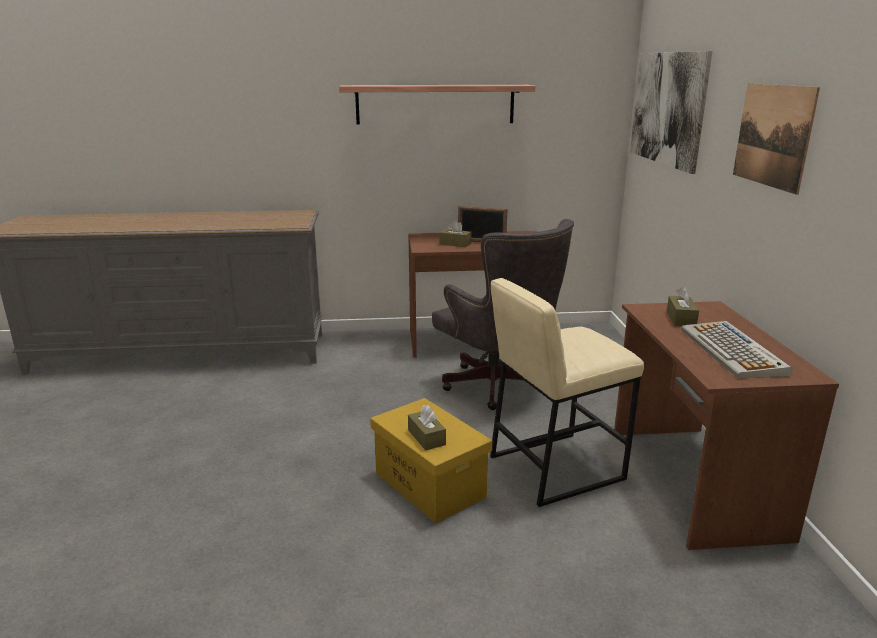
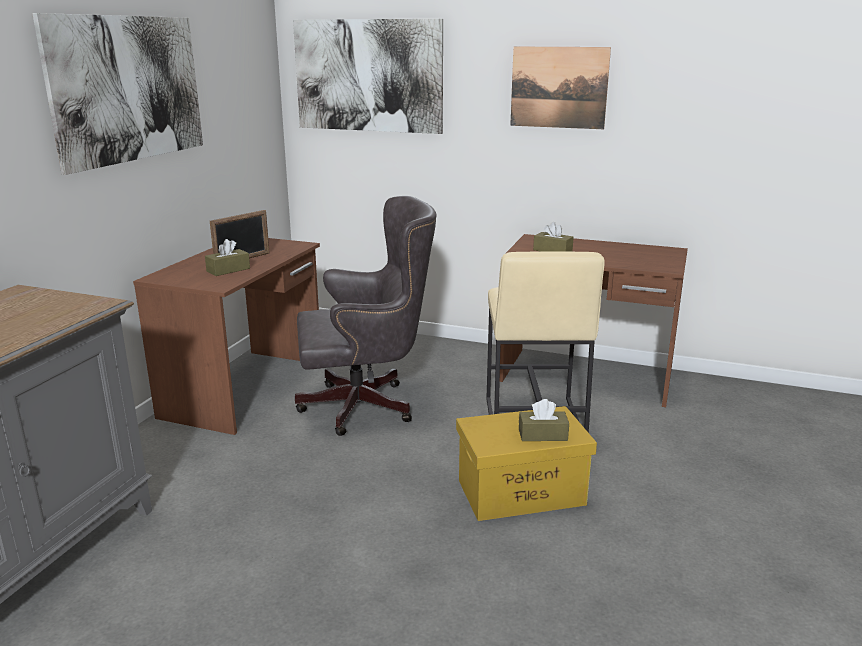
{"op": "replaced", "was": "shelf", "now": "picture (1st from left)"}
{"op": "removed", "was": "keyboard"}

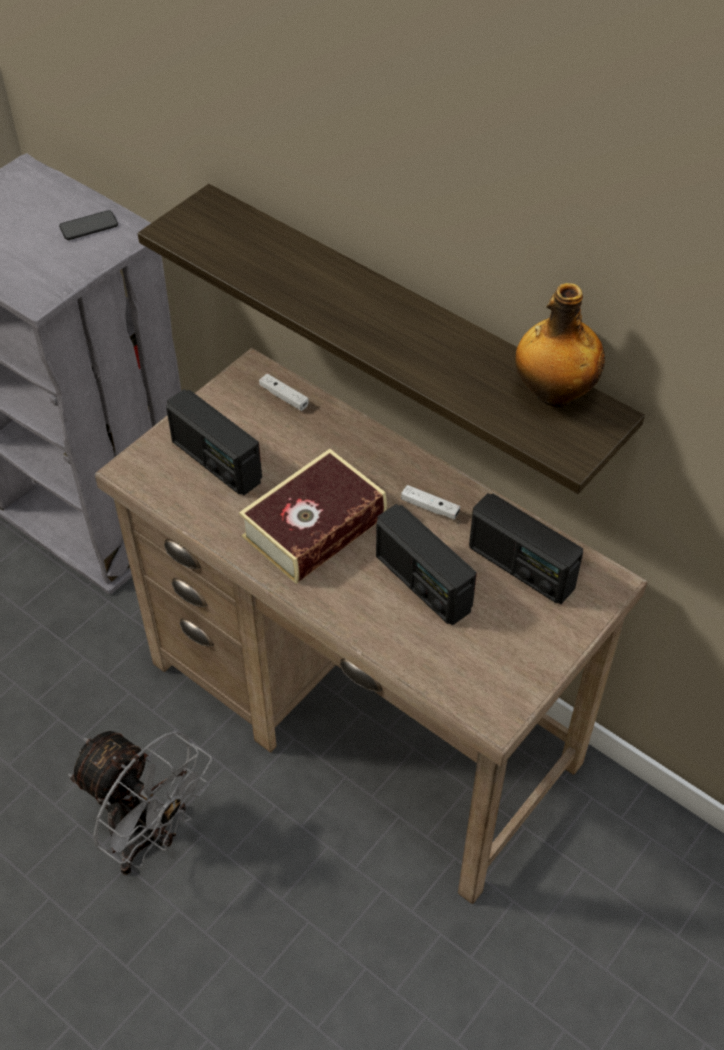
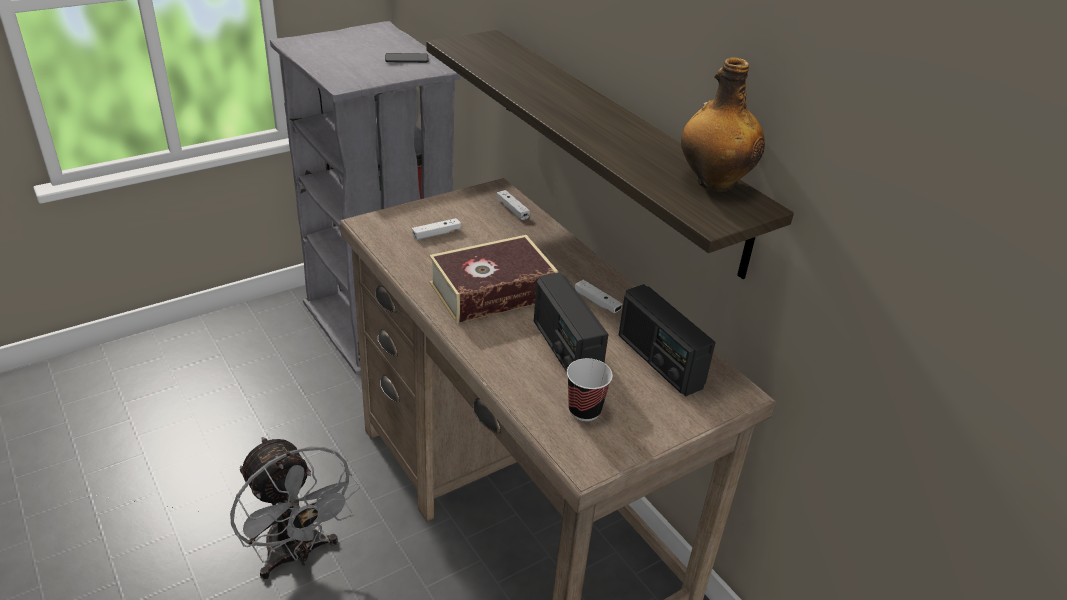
{"op": "replaced", "was": "radio (1st from left)", "now": "game controller (white) (1st from left)"}
{"op": "added", "now": "cup"}

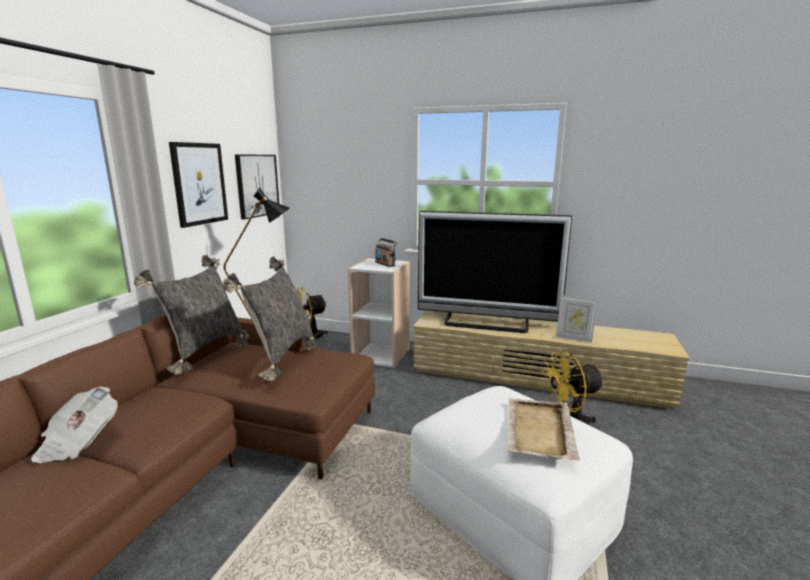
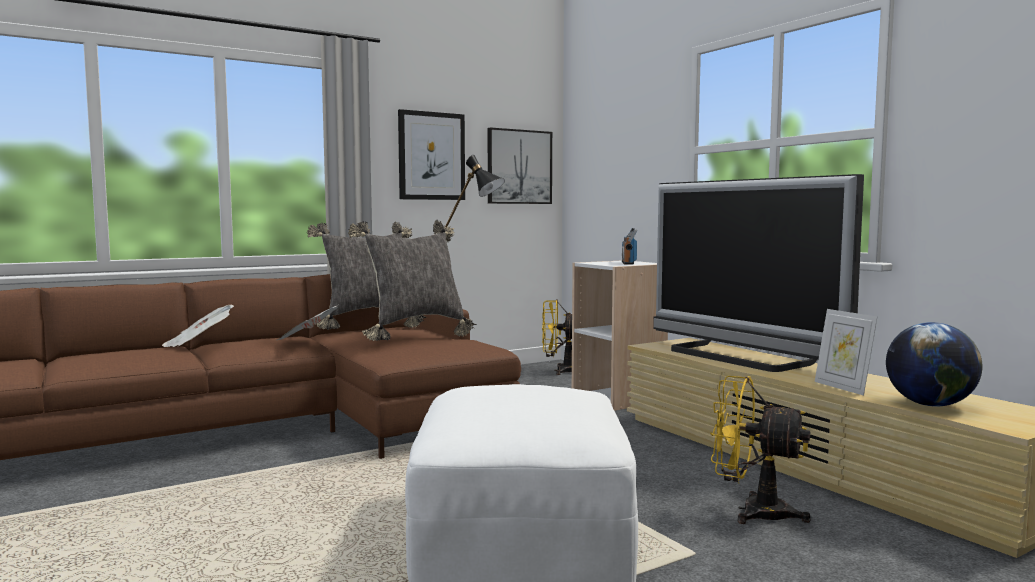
{"op": "added", "now": "newspaper (2nd from left)"}
{"op": "added", "now": "globe"}
{"op": "removed", "was": "tray (beige)"}

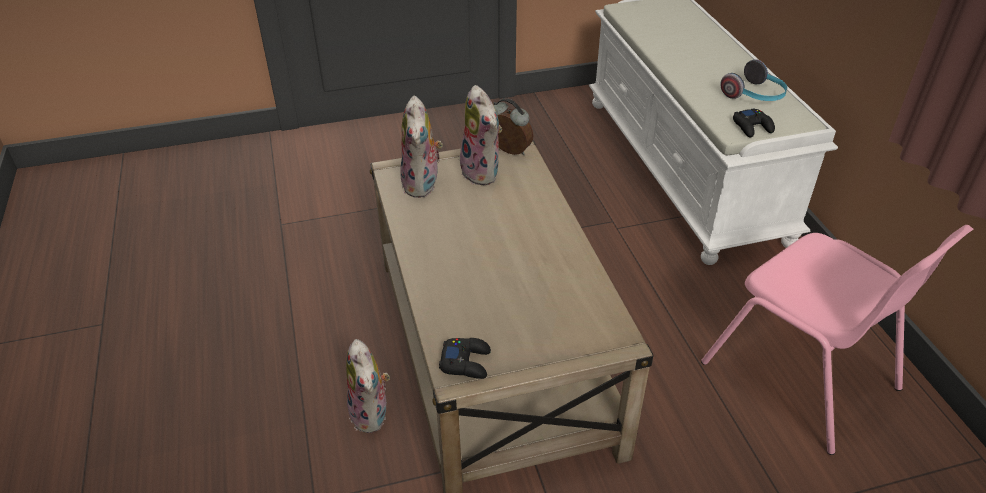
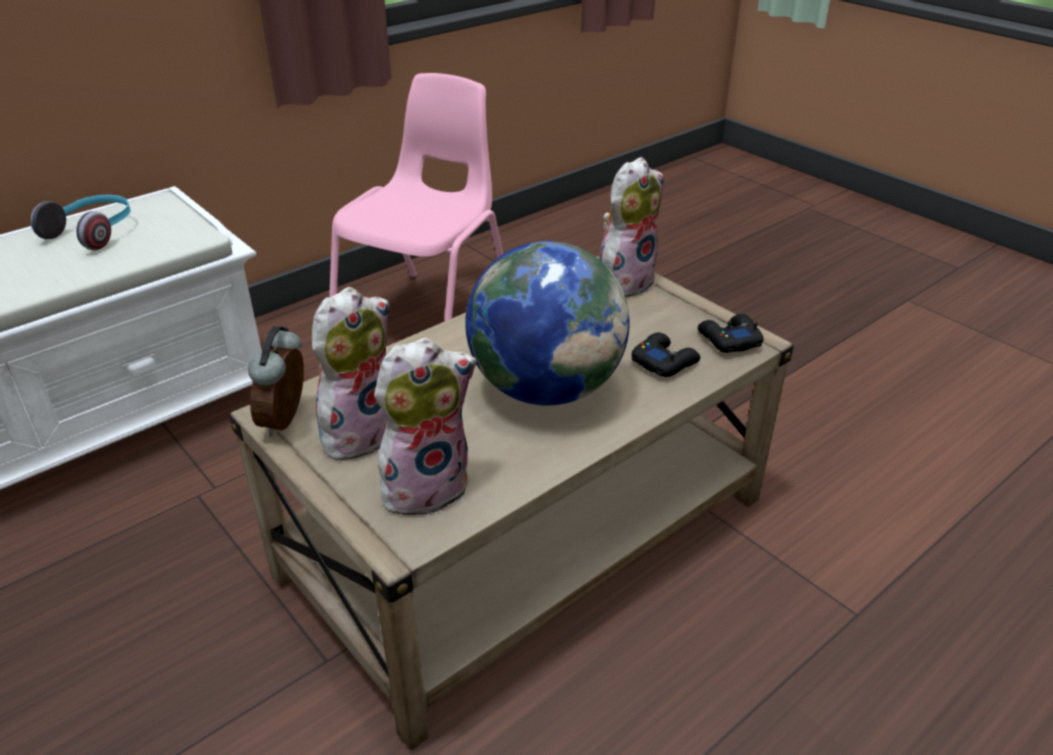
{"op": "added", "now": "globe"}
{"op": "moved", "was": "plush toy (1st from left in the first image)", "now": "plush toy (3rd from left)"}
{"op": "moved", "was": "game controller (black) (2nd from left in the first image)", "now": "game controller (black) (1st from left)"}

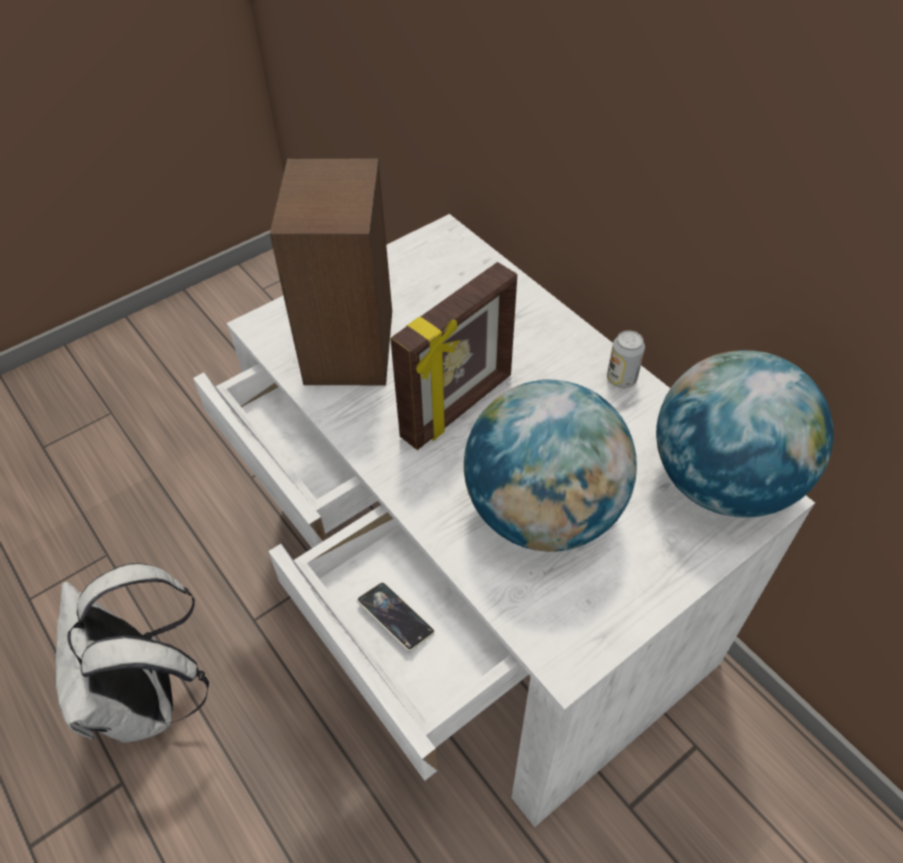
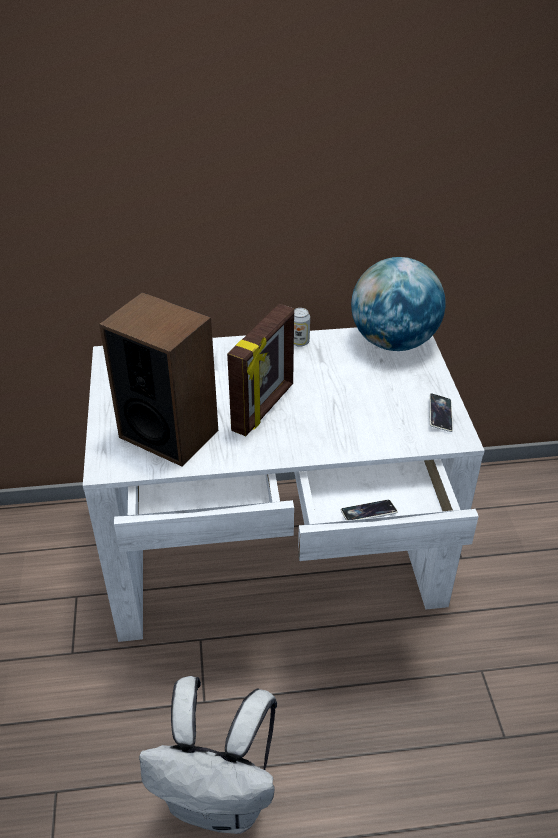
{"op": "turned", "was": "picture frame", "clockwise": 45}
{"op": "added", "now": "phone (2nd from left)"}
{"op": "removed", "was": "globe (1st from left)"}

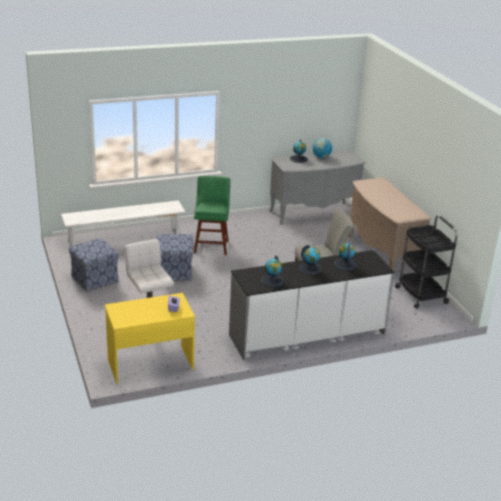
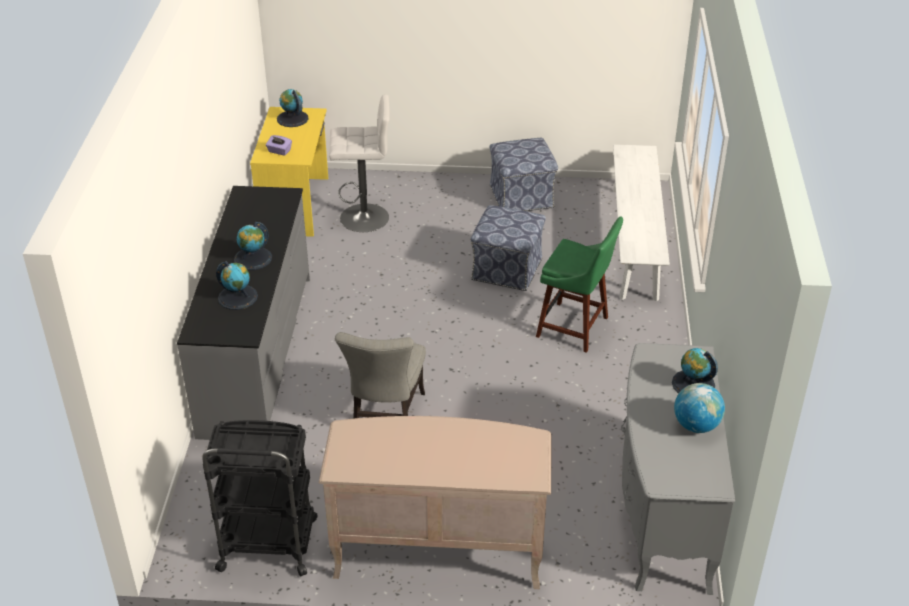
{"op": "moved", "was": "globe (1st from left in the first image)", "now": "globe (3rd from left)"}

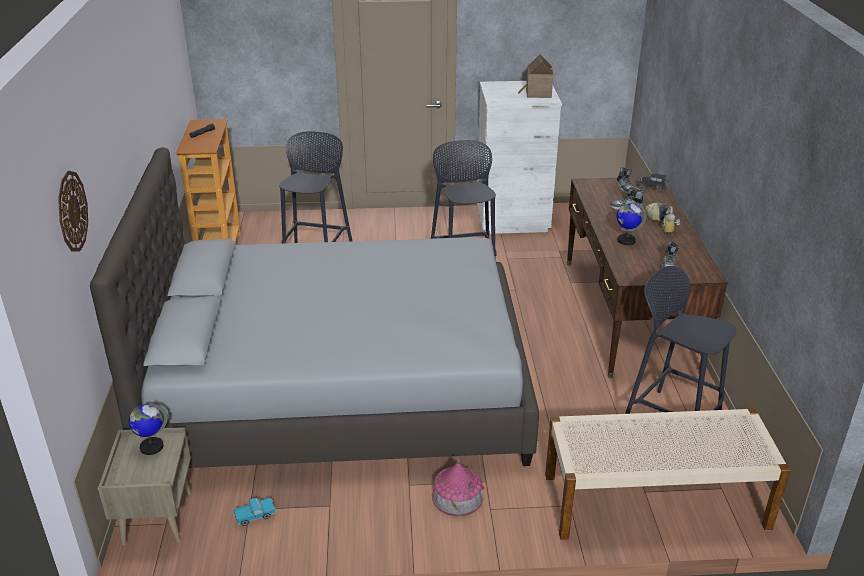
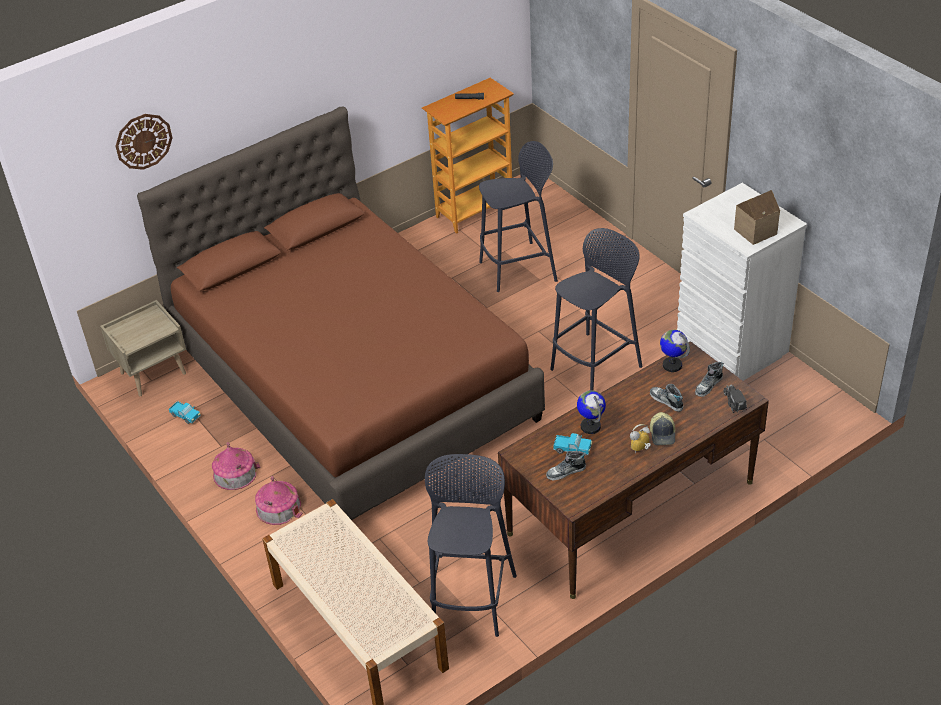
{"op": "recoloured", "was": "bed (grey)", "now": "bed (brown)"}
{"op": "added", "now": "toy house (1st from left)"}
{"op": "added", "now": "toy truck (2nd from left)"}
{"op": "moved", "was": "globe (1st from left in the first image)", "now": "globe (2nd from left)"}

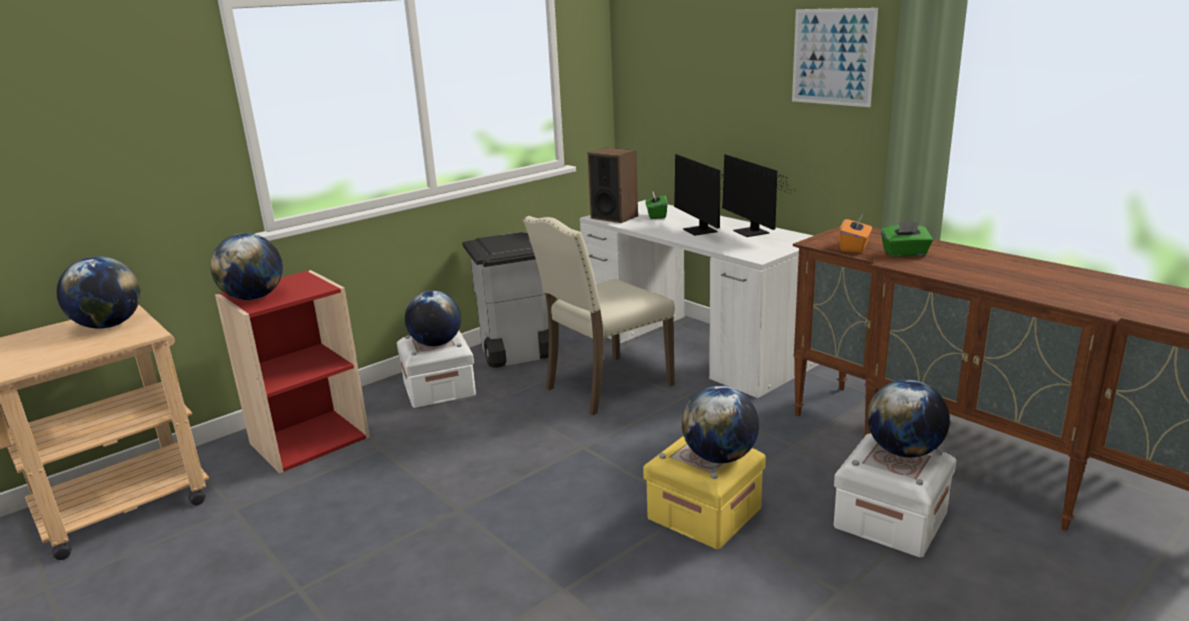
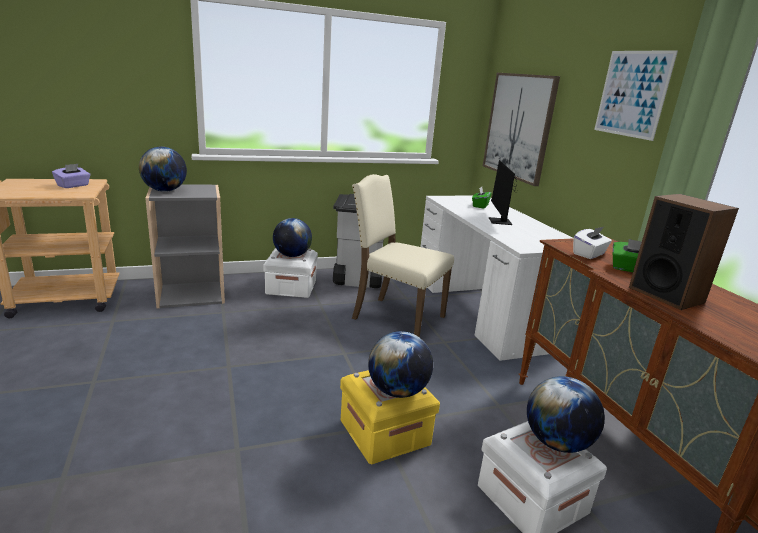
{"op": "replaced", "was": "globe (1st from left)", "now": "tissue box (purple)"}
{"op": "recoloured", "was": "bookcase (red)", "now": "bookcase (grey)"}
{"op": "turned", "was": "chair (beige)", "clockwise": 45}
{"op": "added", "now": "picture (1st from left)"}
{"op": "recoloured", "was": "tissue box (orange)", "now": "tissue box (white)"}
{"op": "moved", "was": "speaker"}
{"op": "removed", "was": "monitor (2nd from left)"}

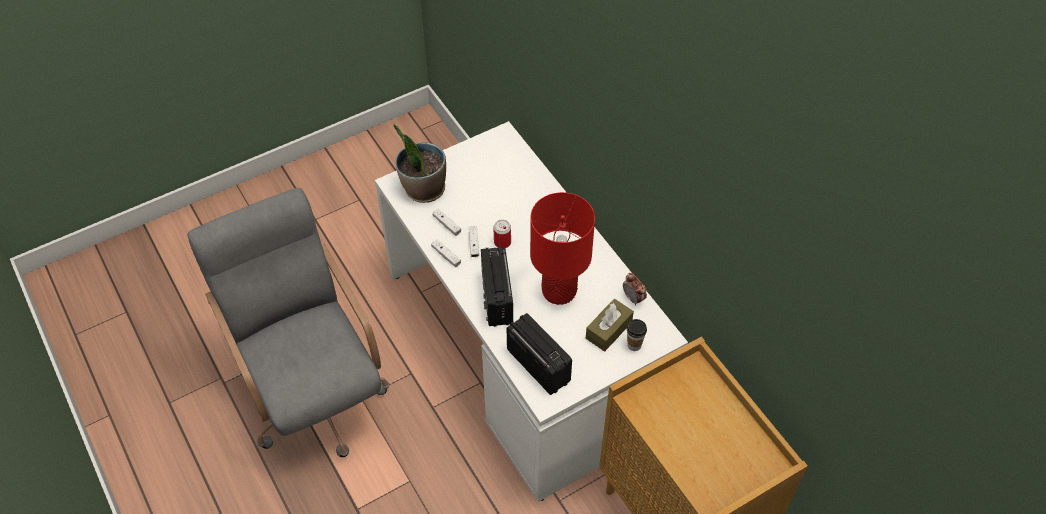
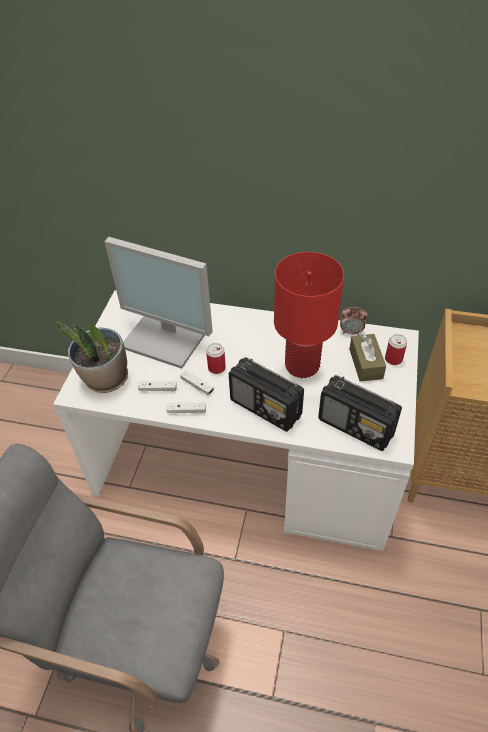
{"op": "added", "now": "monitor"}
{"op": "turned", "was": "radio (2nd from left)", "clockwise": -150}
{"op": "replaced", "was": "cup", "now": "can (2nd from left)"}

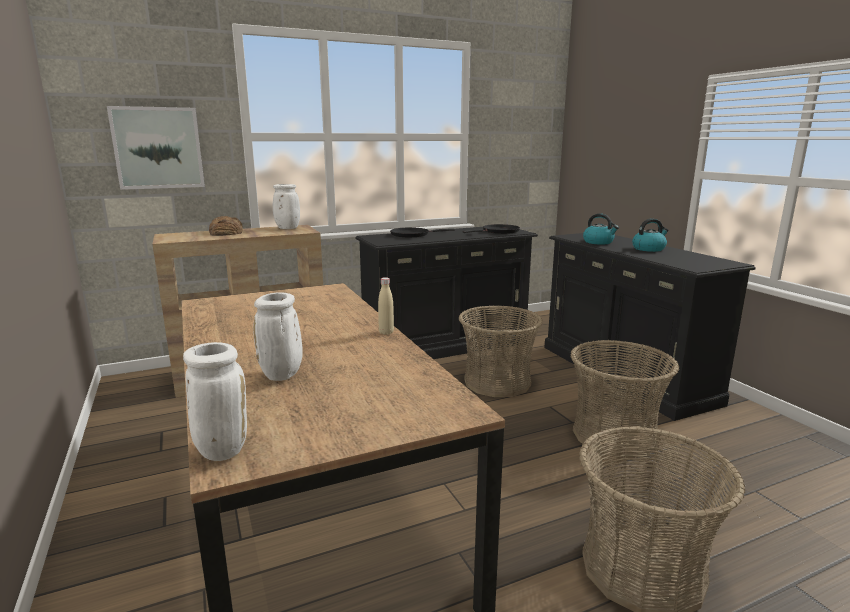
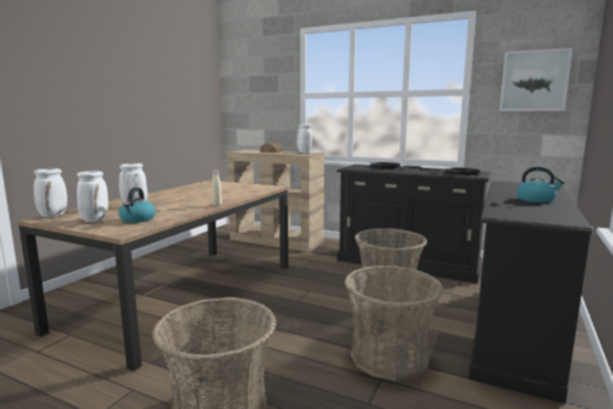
{"op": "added", "now": "vase (white) (2nd from left)"}
{"op": "moved", "was": "kettle (1st from left)"}
{"op": "moved", "was": "picture"}

